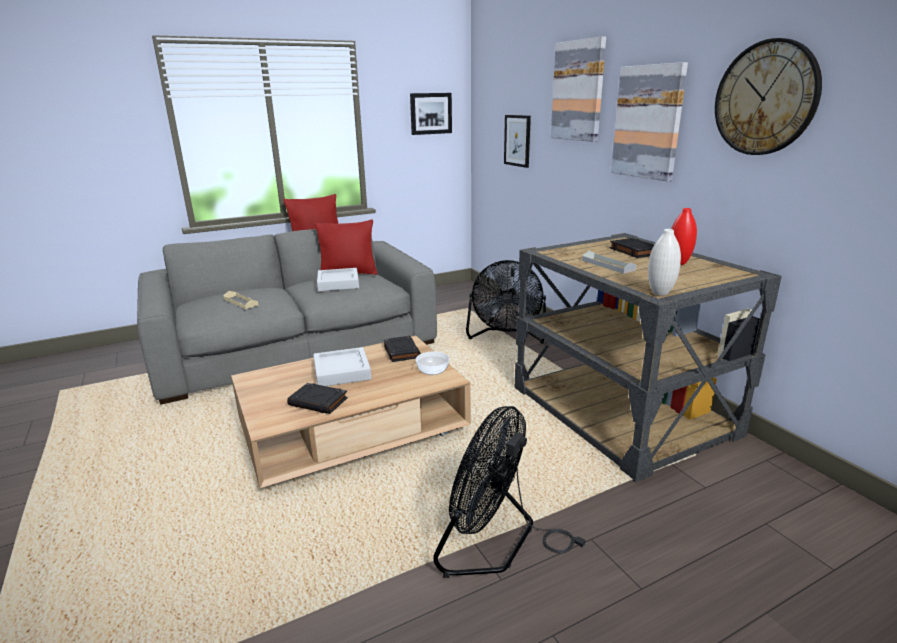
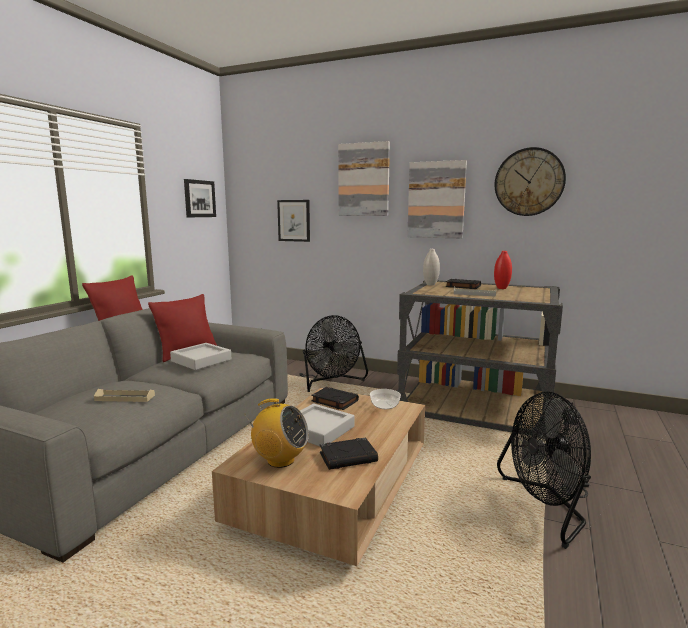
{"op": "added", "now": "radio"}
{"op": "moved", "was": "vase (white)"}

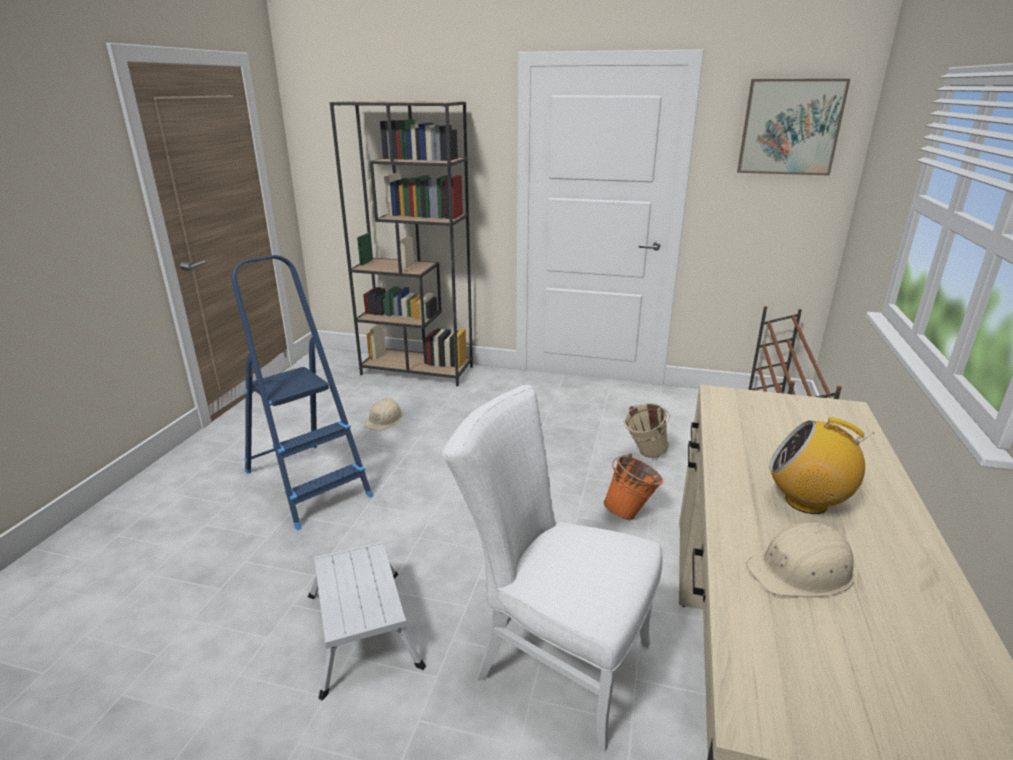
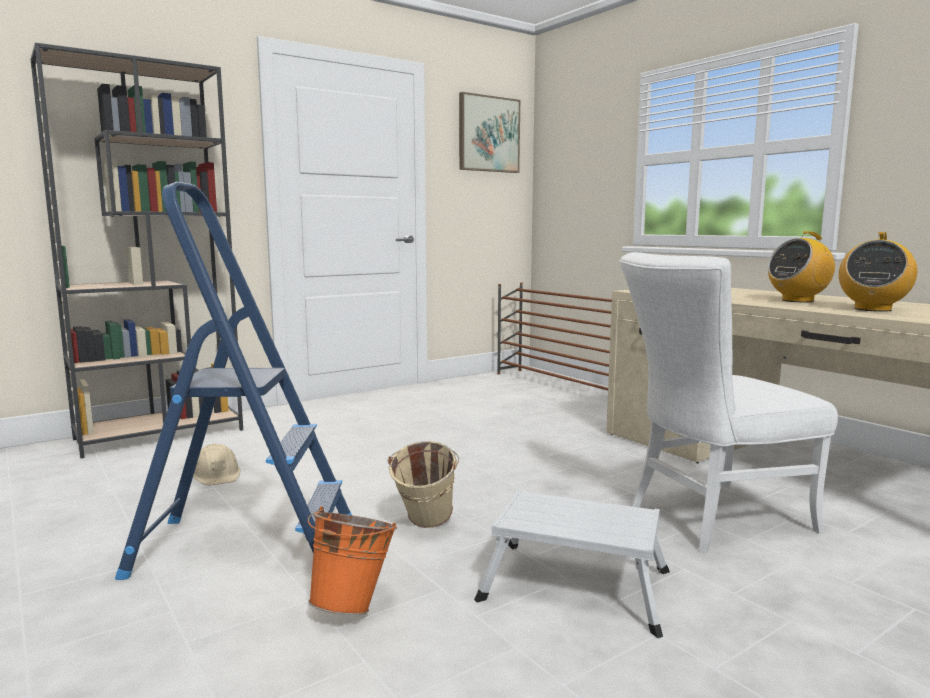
{"op": "moved", "was": "bucket (orange)"}
{"op": "moved", "was": "bucket (beige)"}
{"op": "replaced", "was": "hard hat (beige) (2nd from left)", "now": "radio (2nd from left)"}

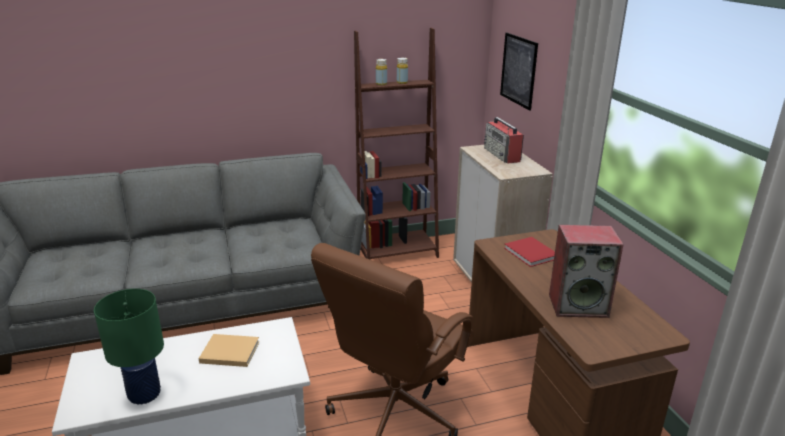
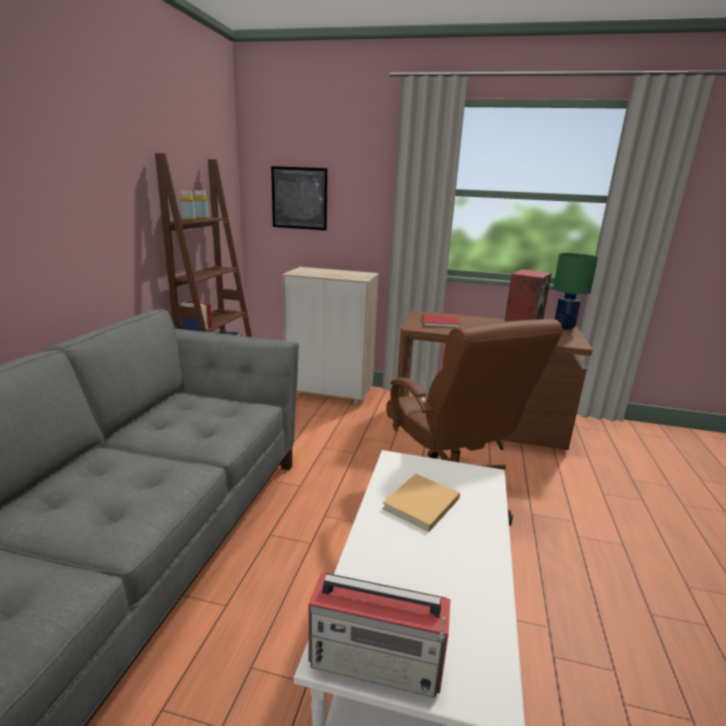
{"op": "moved", "was": "radio"}
{"op": "moved", "was": "table lamp (green)"}

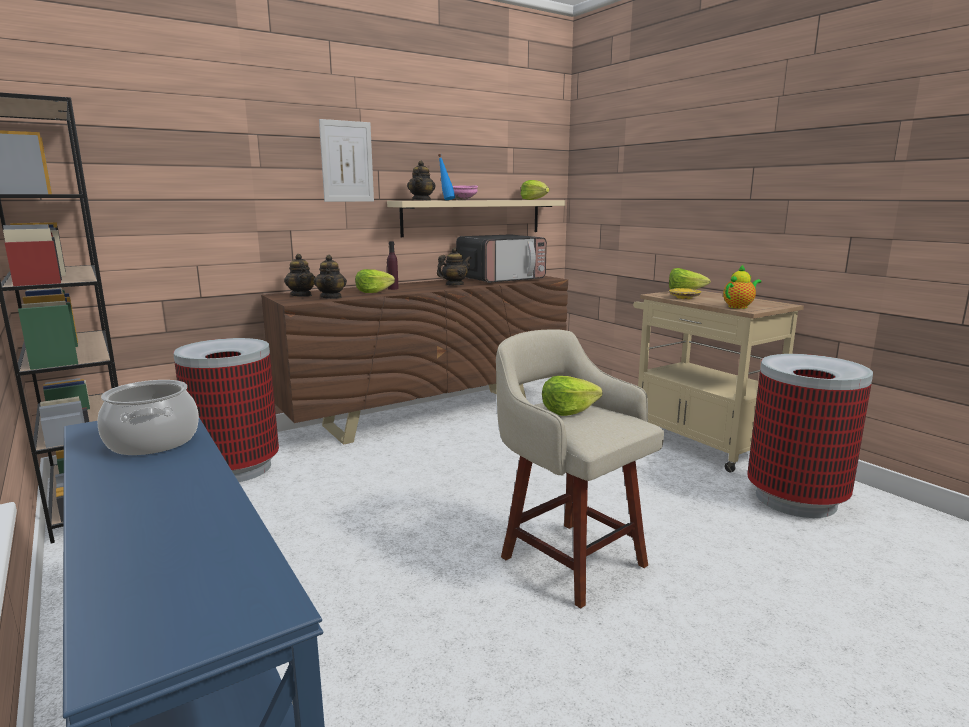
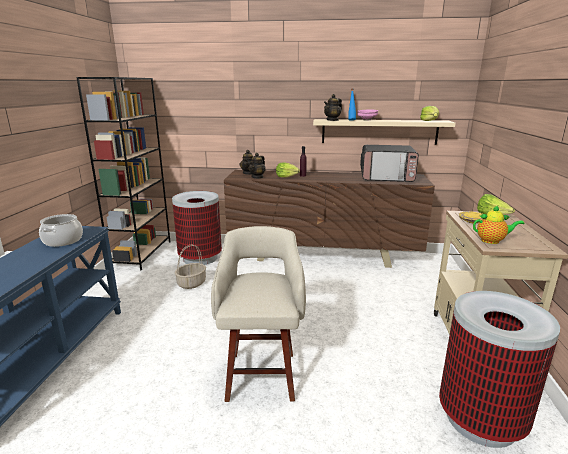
{"op": "added", "now": "basket"}
{"op": "removed", "was": "picture"}
{"op": "removed", "was": "teapot (4th from left)"}
{"op": "removed", "was": "lettuce (3rd from left)"}

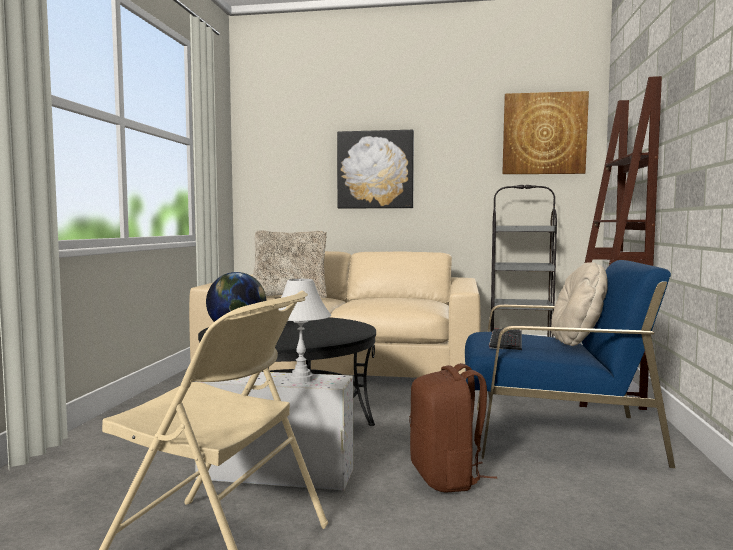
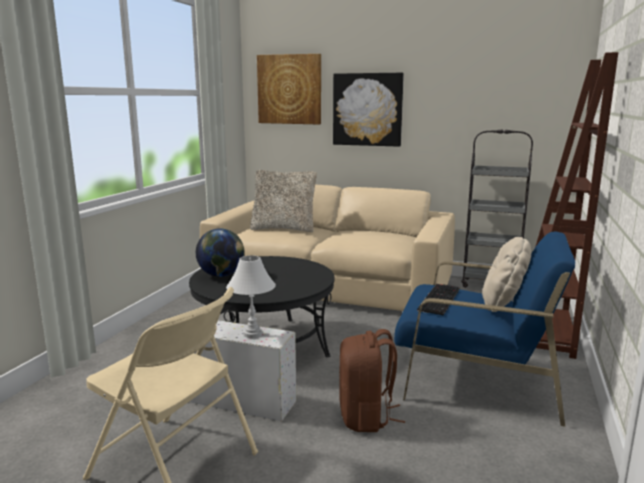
{"op": "moved", "was": "picture (2nd from left in the first image)", "now": "picture (1st from left)"}

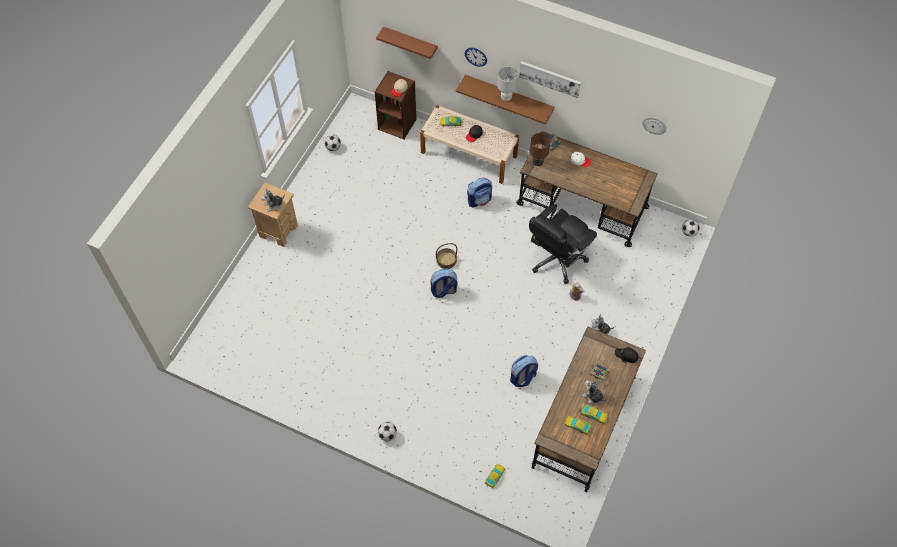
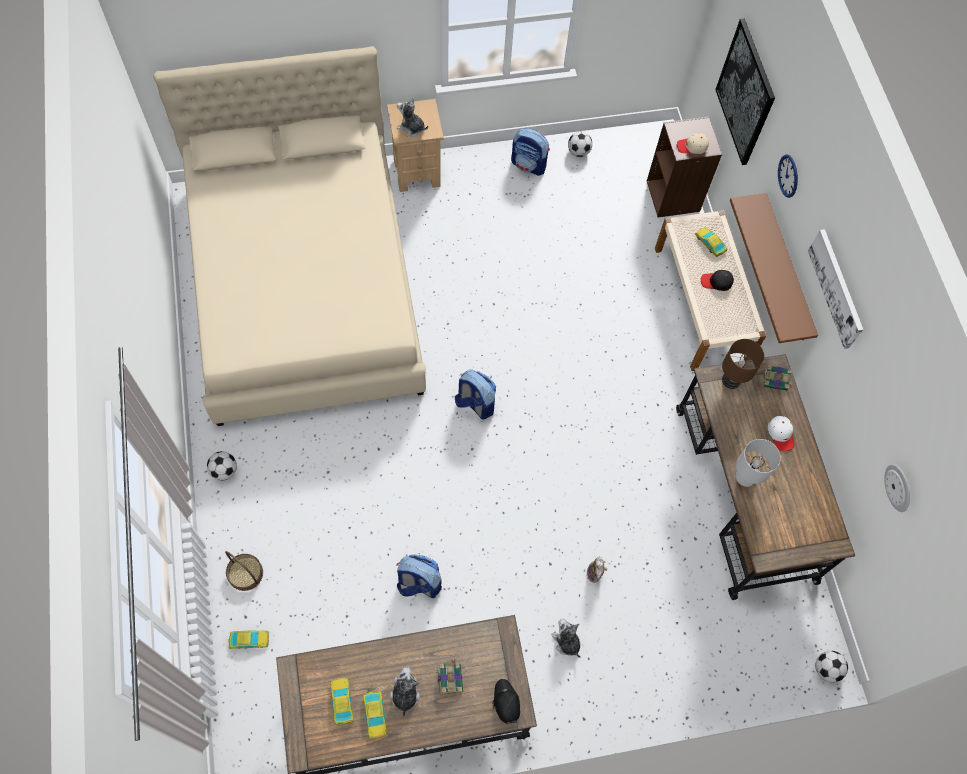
{"op": "added", "now": "bed (beige)"}
{"op": "moved", "was": "basket"}
{"op": "moved", "was": "backpack (2nd from left in the first image)", "now": "backpack (3rd from left)"}
{"op": "replaced", "was": "shelf (brown) (1st from left)", "now": "picture (1st from left)"}
{"op": "moved", "was": "table lamp (grey)"}
{"op": "removed", "was": "office chair (black)"}

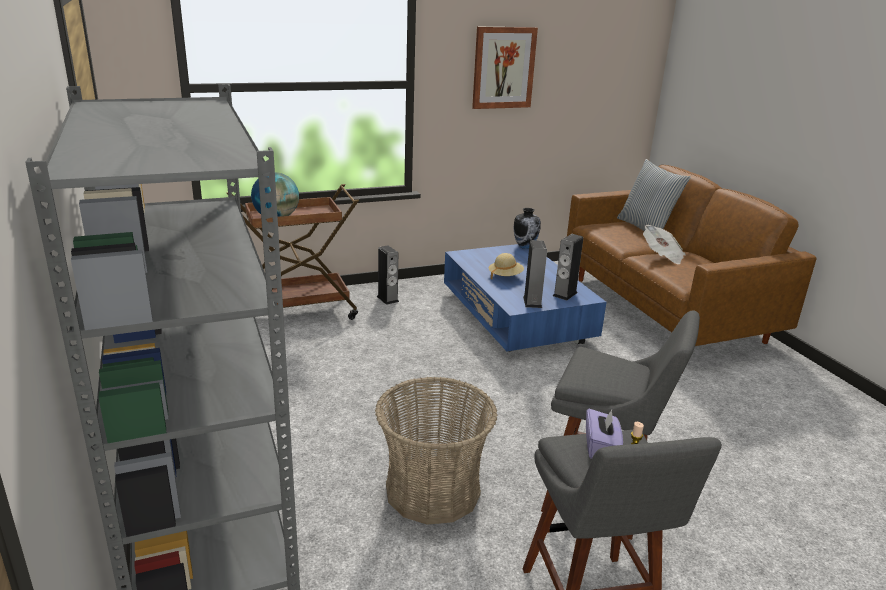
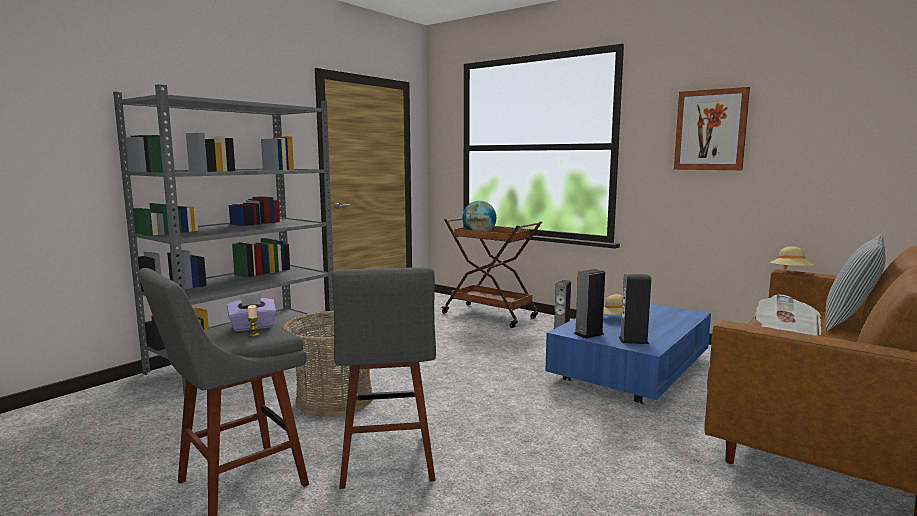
{"op": "added", "now": "hat (beige) (2nd from left)"}
{"op": "removed", "was": "vase"}

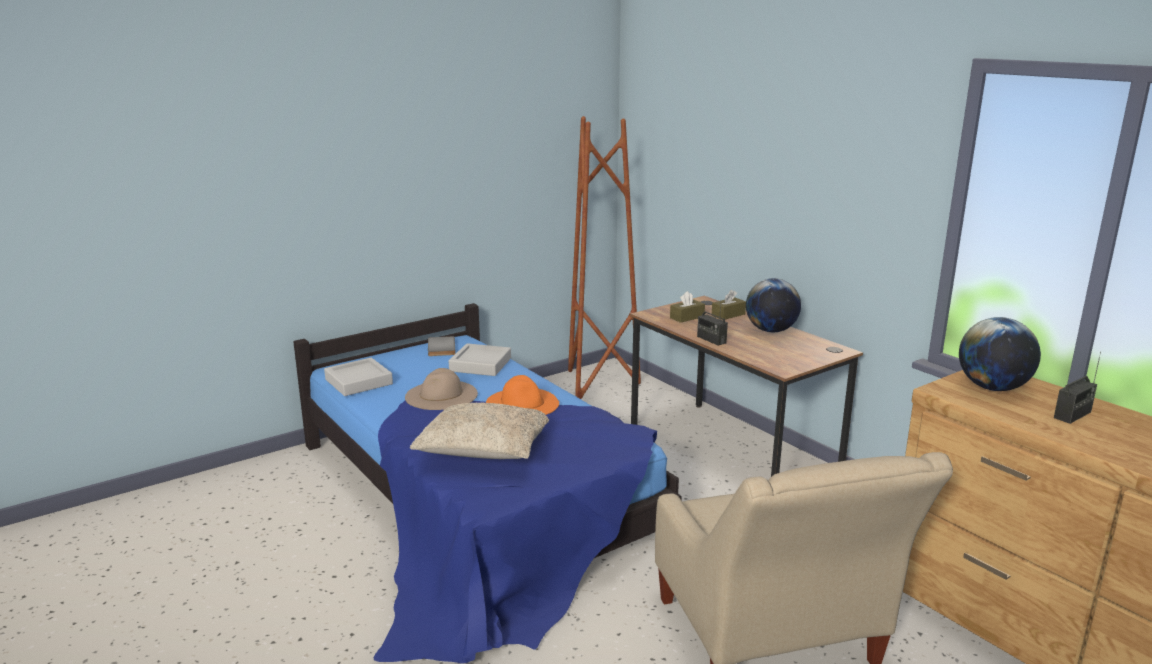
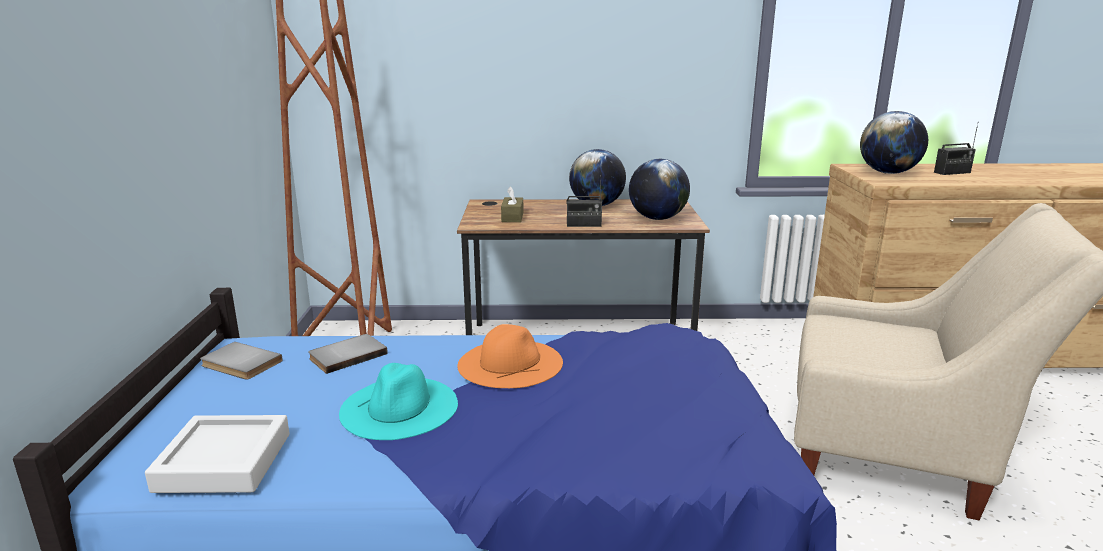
{"op": "replaced", "was": "tray (grey) (2nd from left)", "now": "book (grey) (2nd from left)"}
{"op": "recoloured", "was": "hat (beige)", "now": "hat (turquoise)"}
{"op": "added", "now": "globe (2nd from left)"}
{"op": "turned", "was": "radio (2nd from left)", "clockwise": 75}
{"op": "removed", "was": "pillow (beige)"}
{"op": "removed", "was": "tissue box (brown) (2nd from left)"}

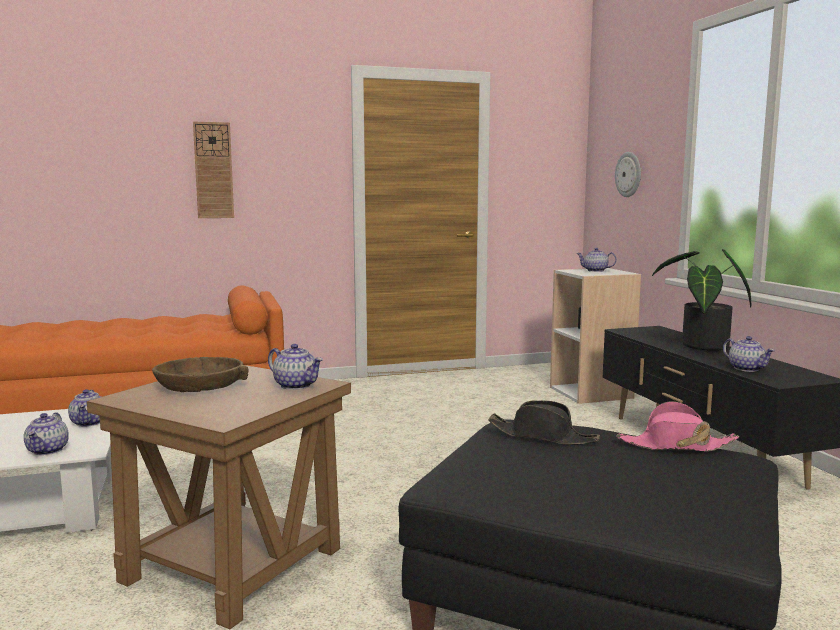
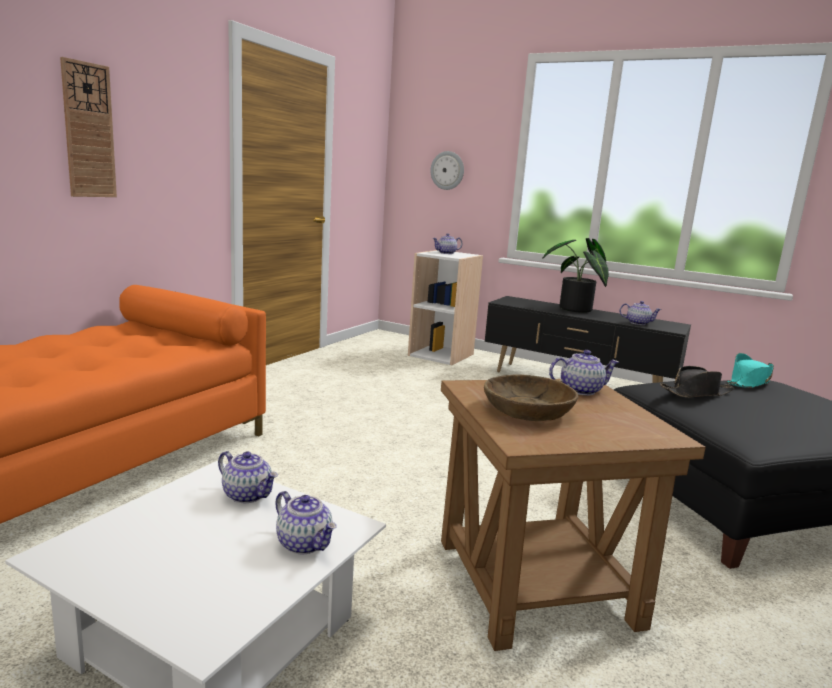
{"op": "recoloured", "was": "hat (pink)", "now": "hat (turquoise)"}

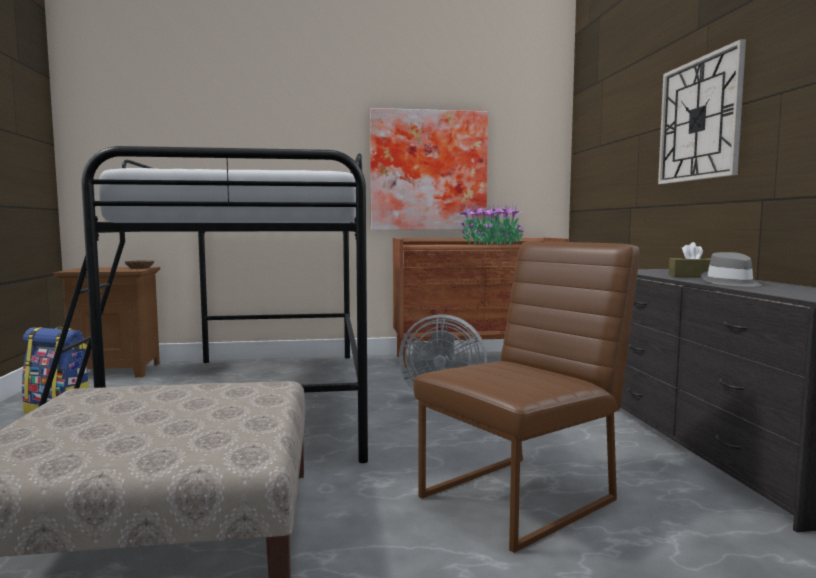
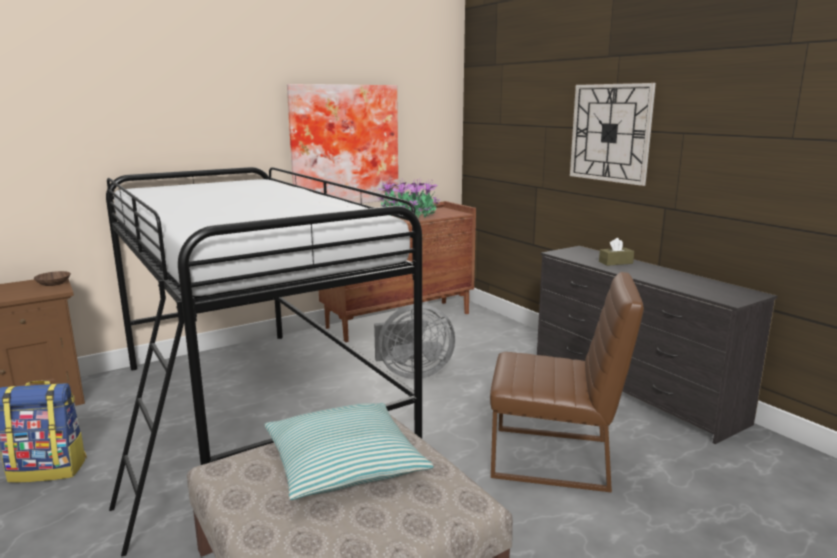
{"op": "added", "now": "pillow"}
{"op": "turned", "was": "chair (brown)", "clockwise": 75}
{"op": "removed", "was": "hat (grey)"}

